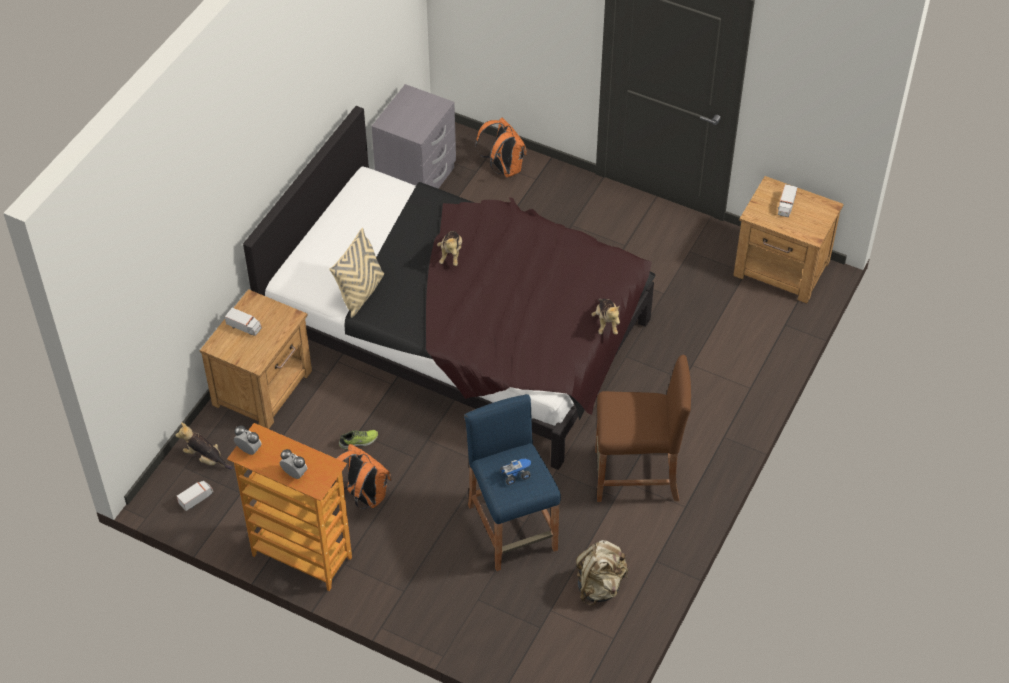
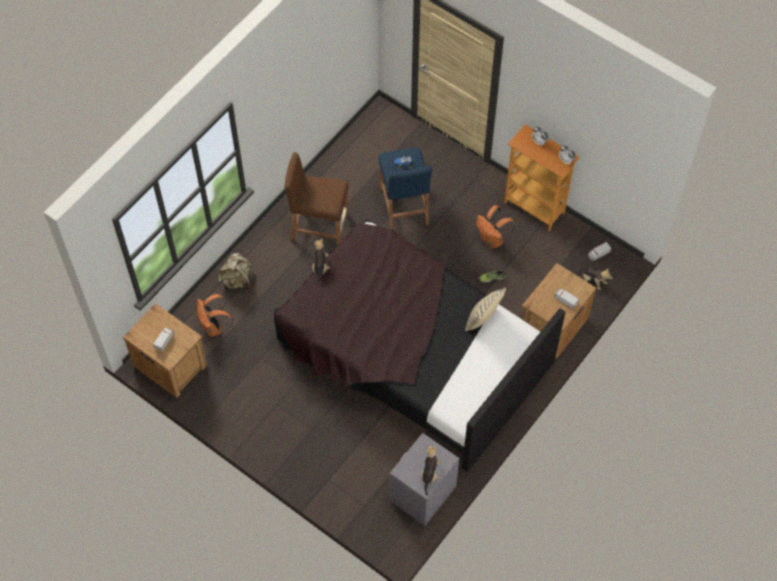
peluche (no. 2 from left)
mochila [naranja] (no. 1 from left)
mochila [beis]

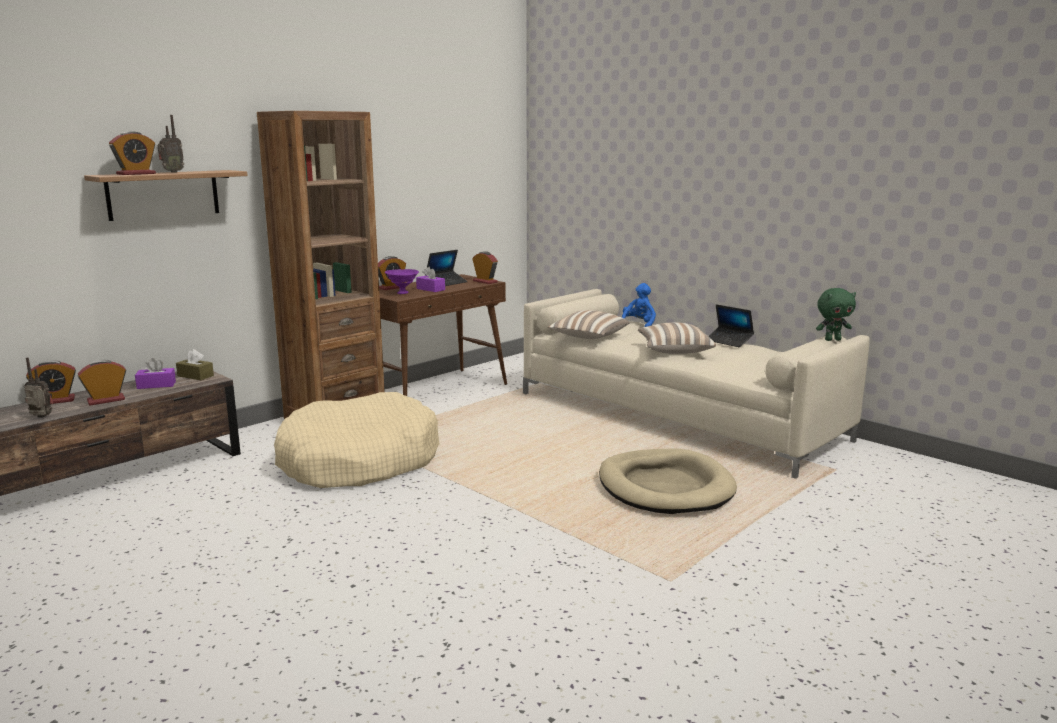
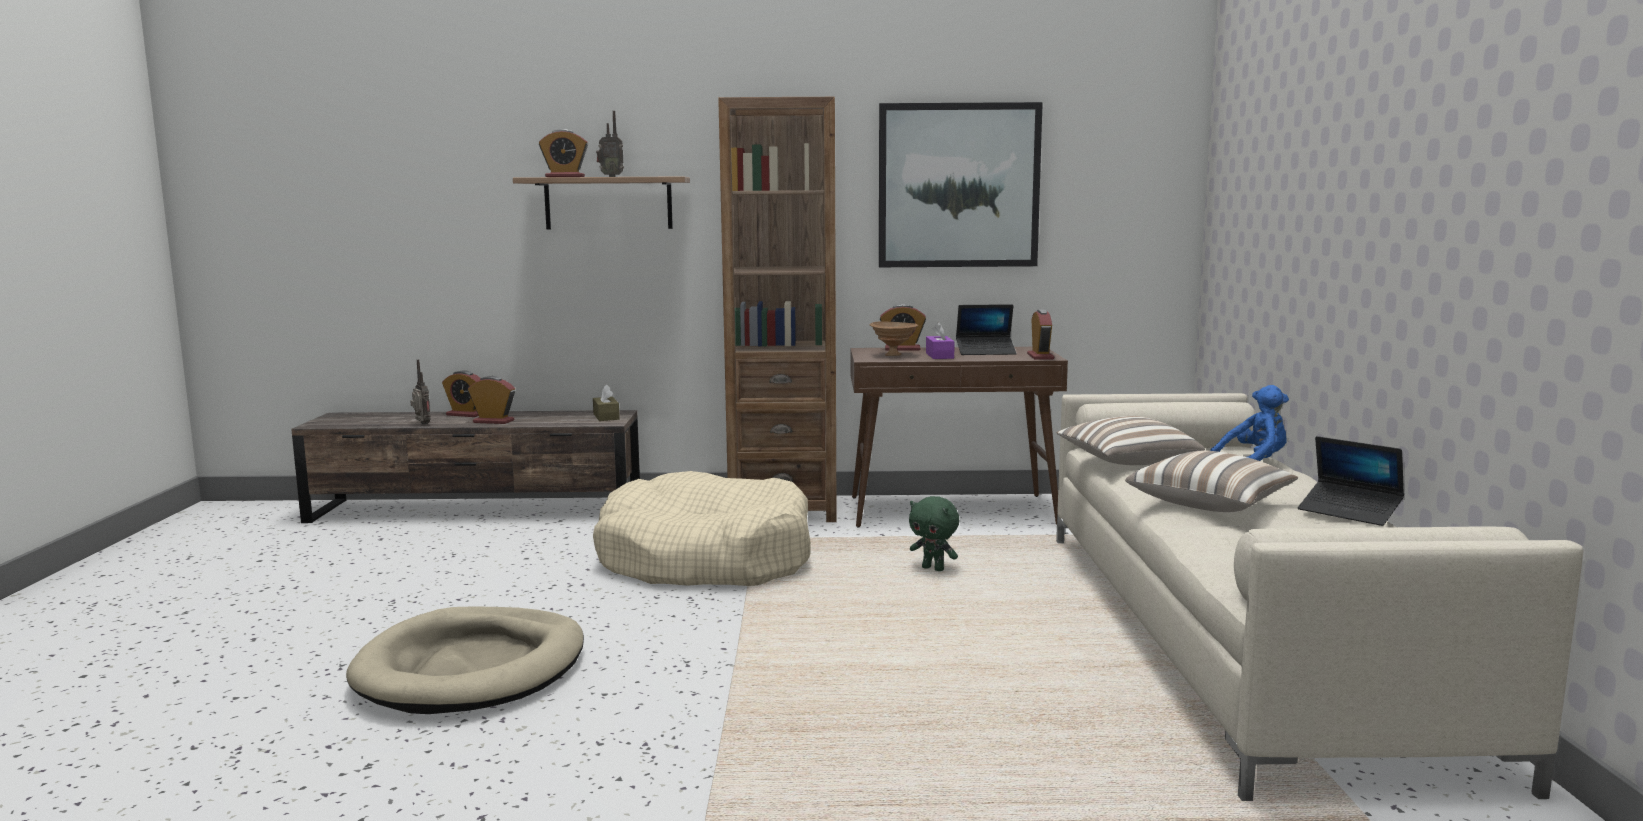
caja de pañuelos [morado] (no. 1 from left in the first image)
cuadro
cama para perro [beis] (no. 1 from left)
peluche [verde]
cuenco [marrón]
portátil (no. 2 from left)

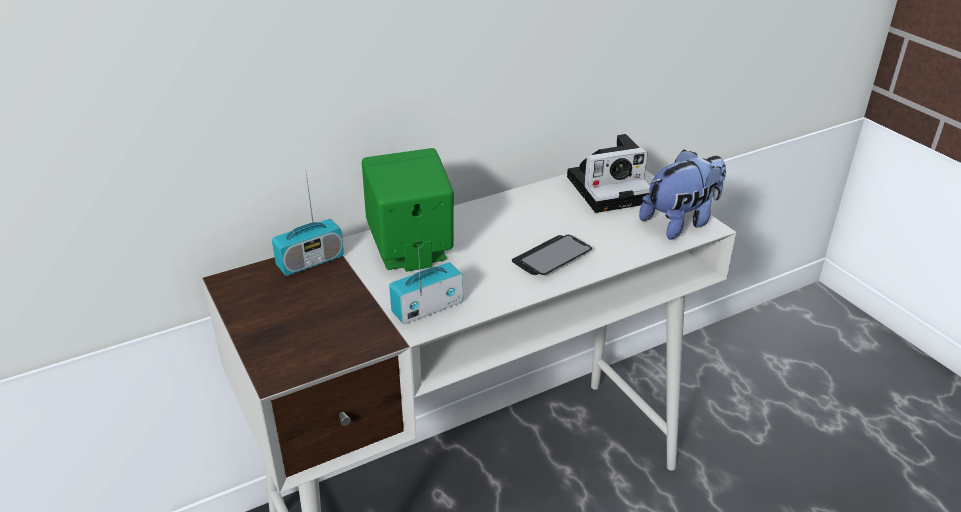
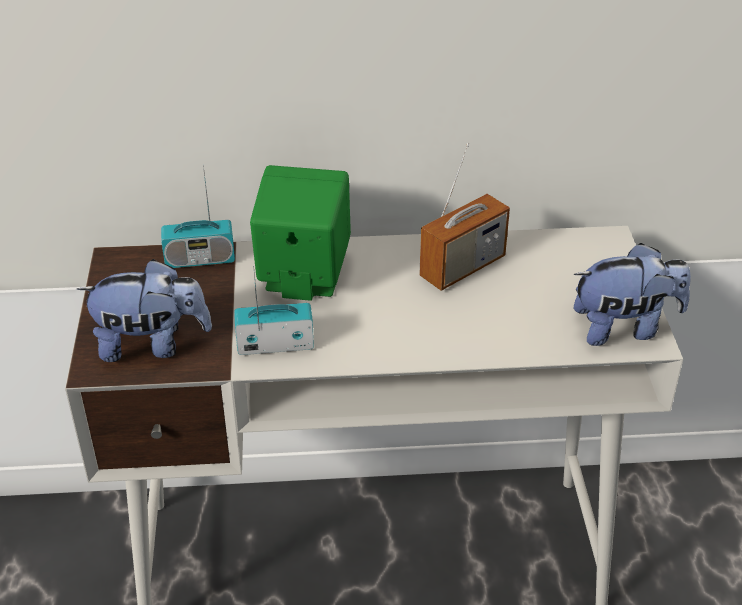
móvil
cámara
peluche (no. 1 from left)
radio (no. 3 from left)

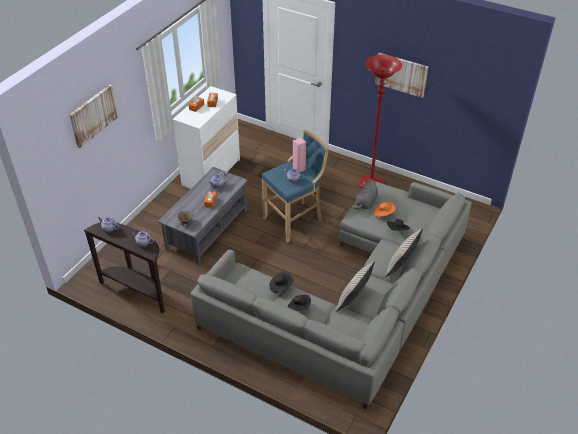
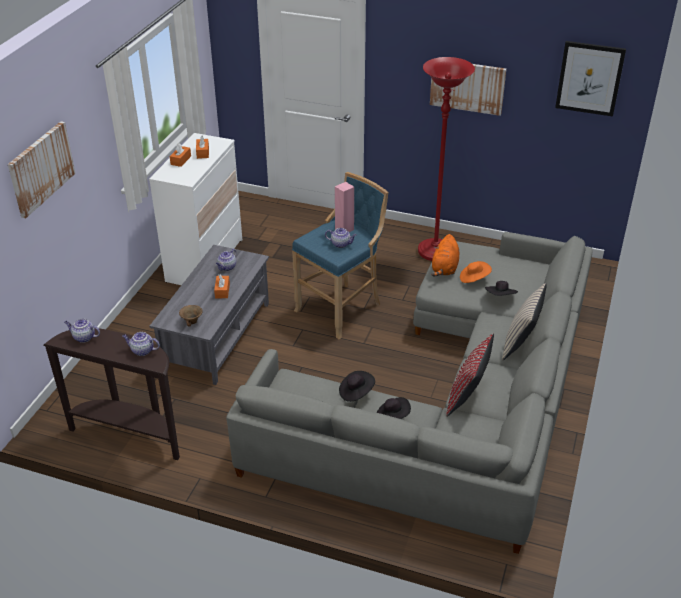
cuadro (no. 3 from left)
cojín [rojo]
peluche [naranja]

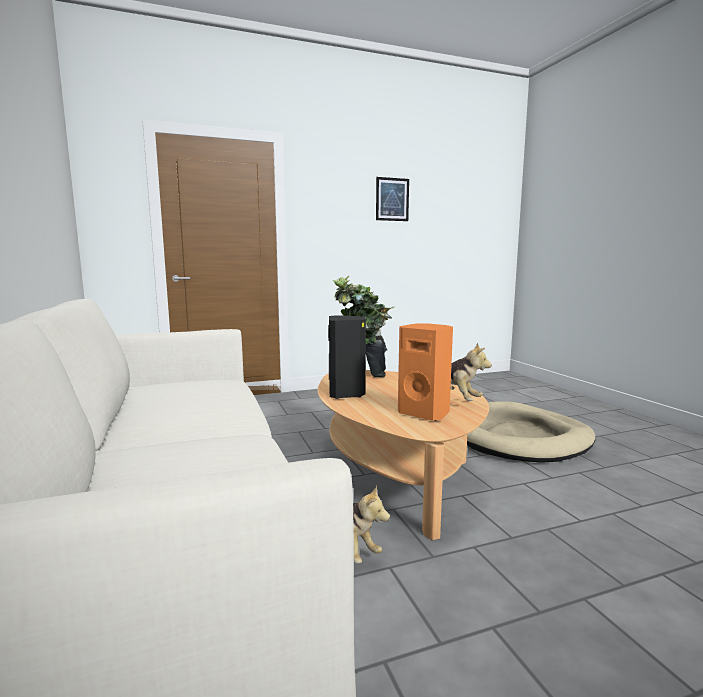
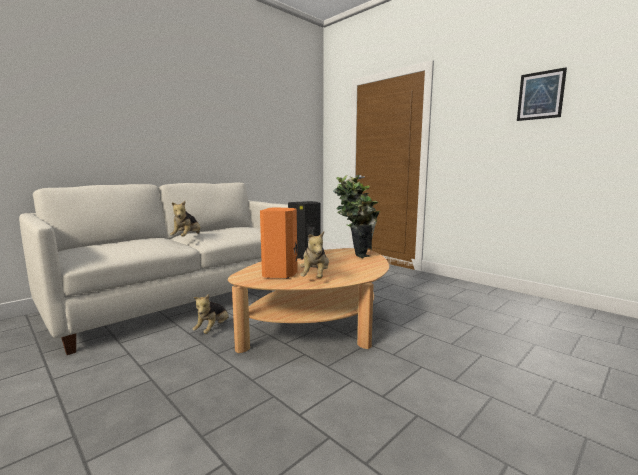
cama para perro [beis]
peluche (no. 1 from left)

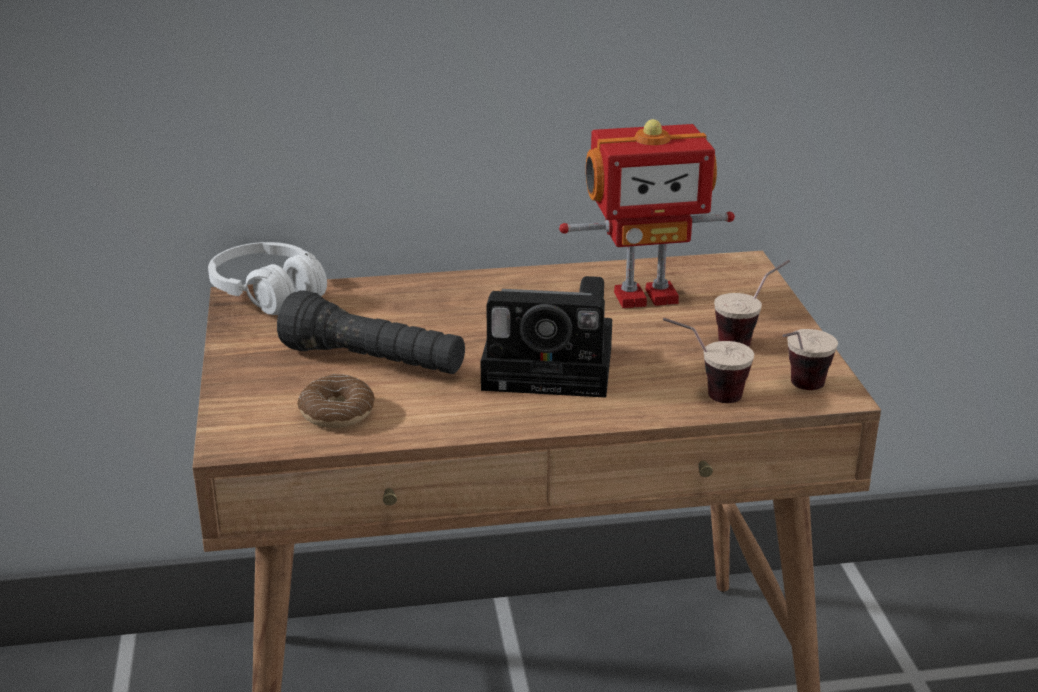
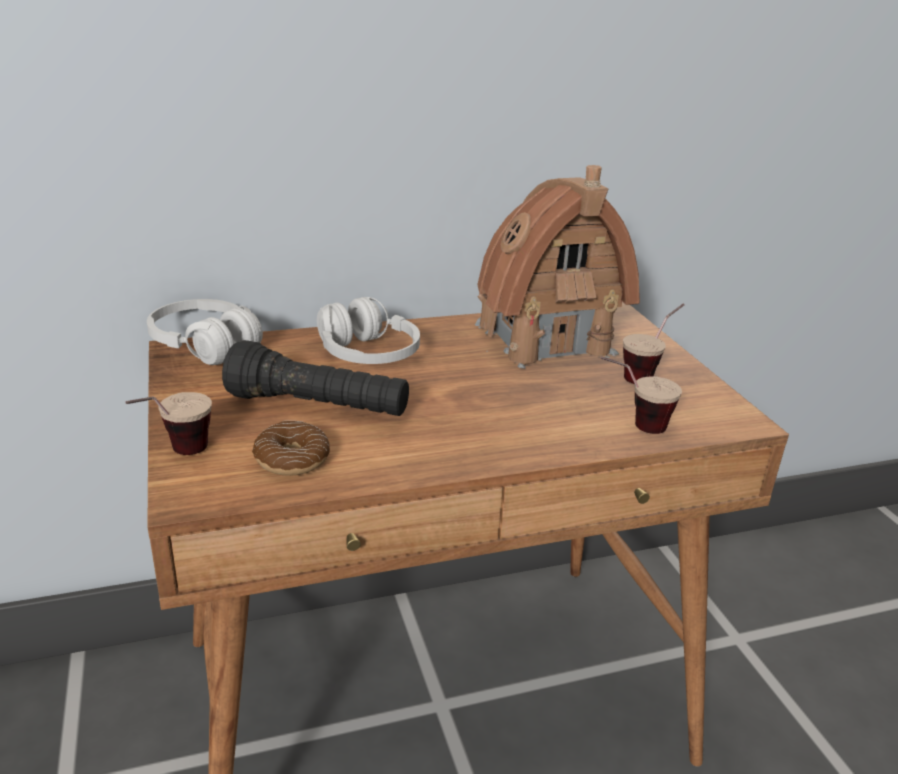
cámara
auriculares [blanco] (no. 2 from left)
taza (no. 1 from left)
casita

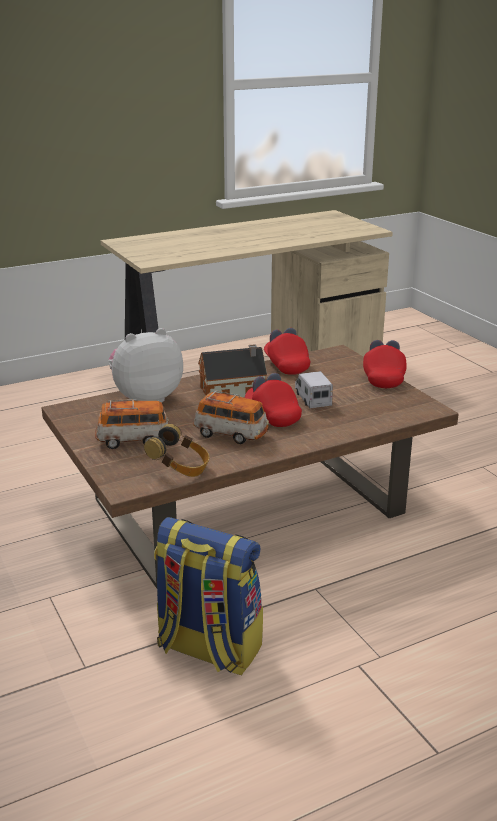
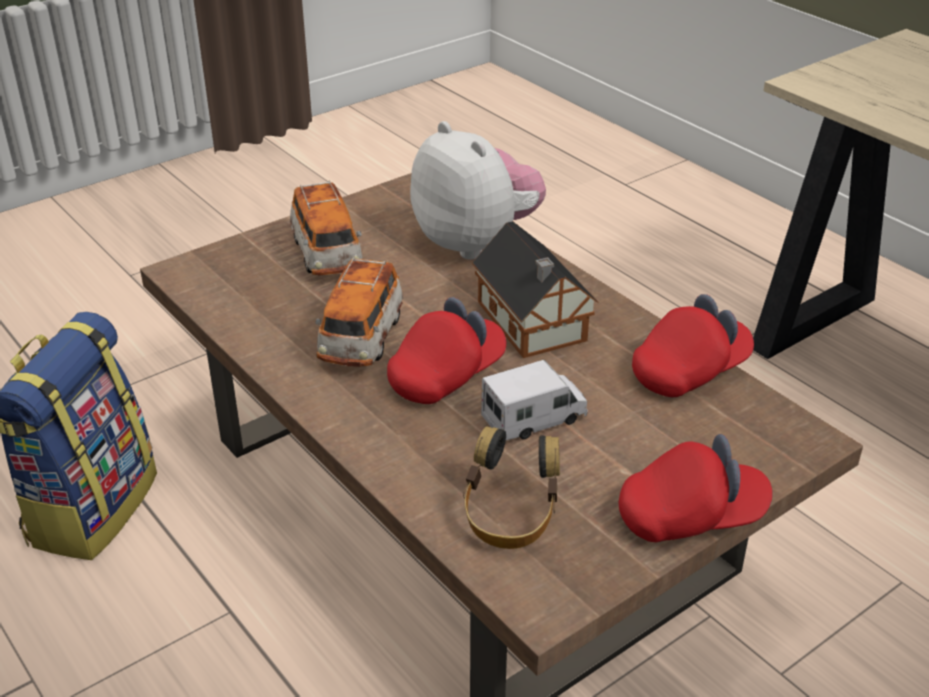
auriculares

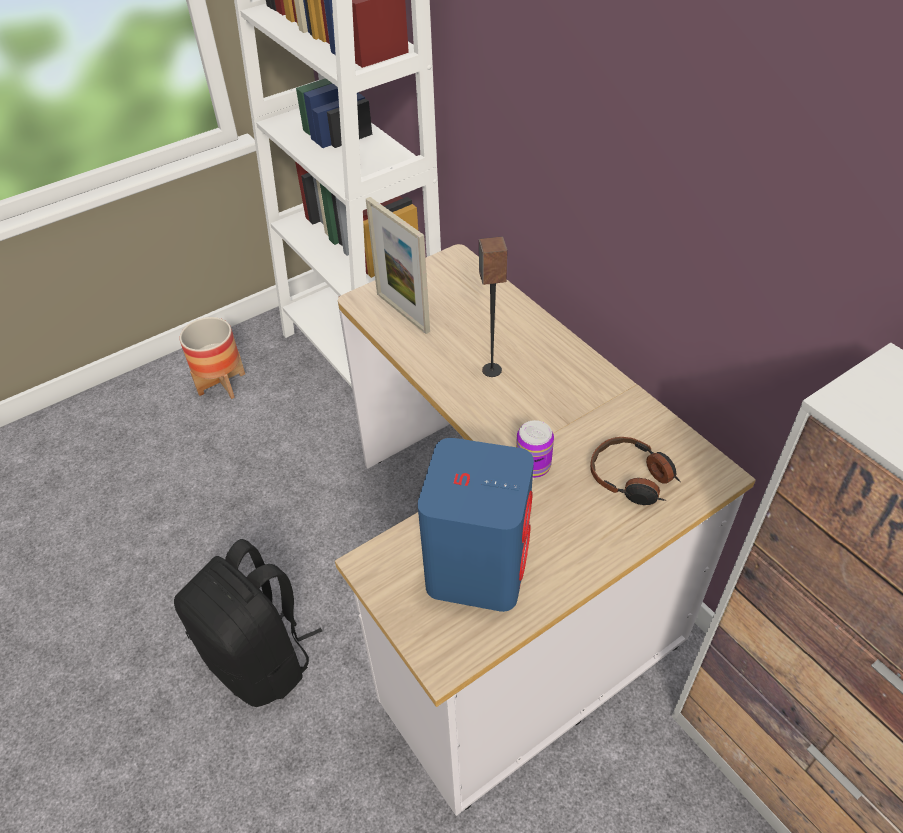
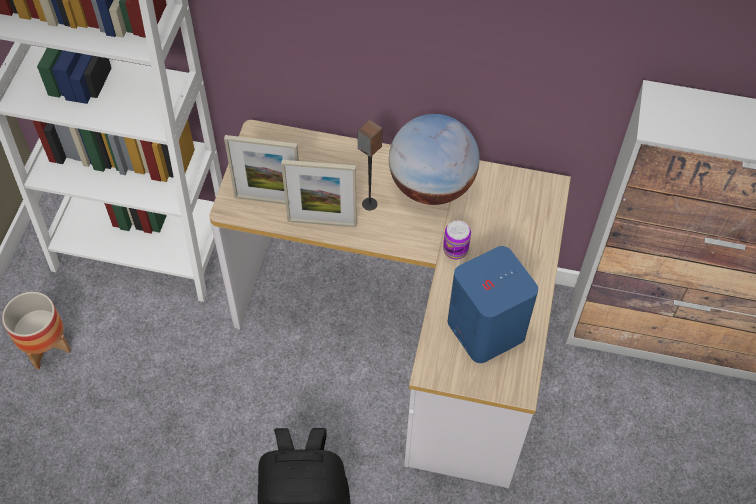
auriculares
portarretratos (no. 2 from left)
globo terráqueo

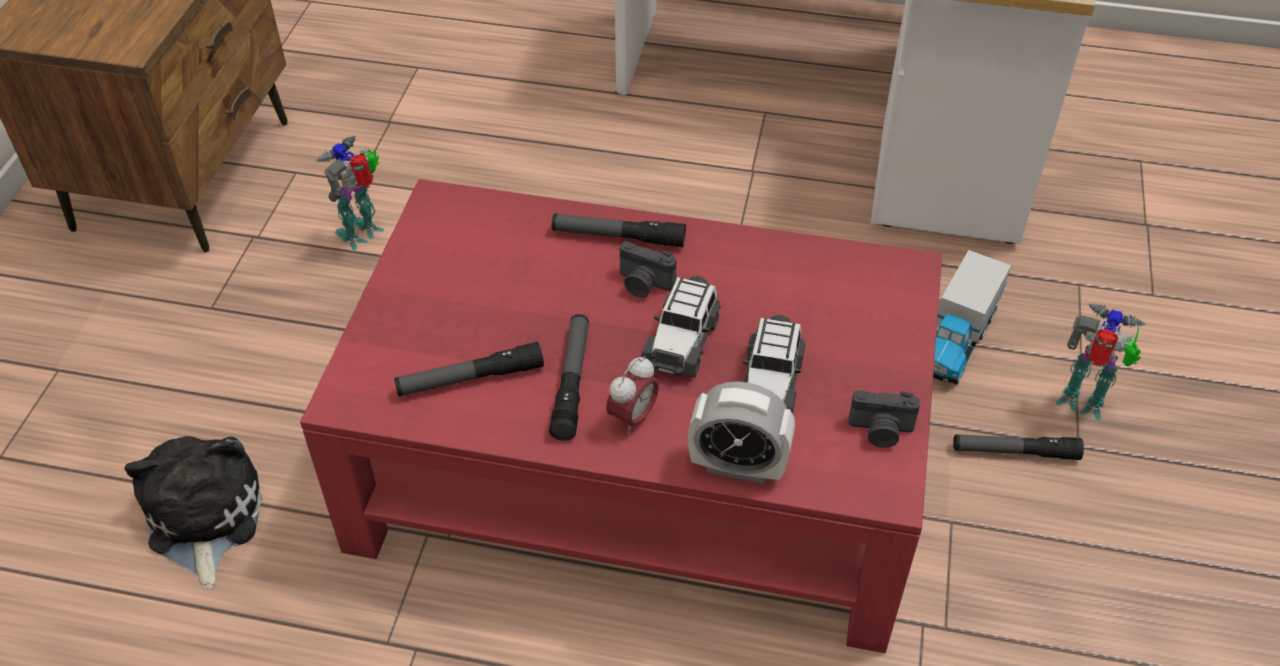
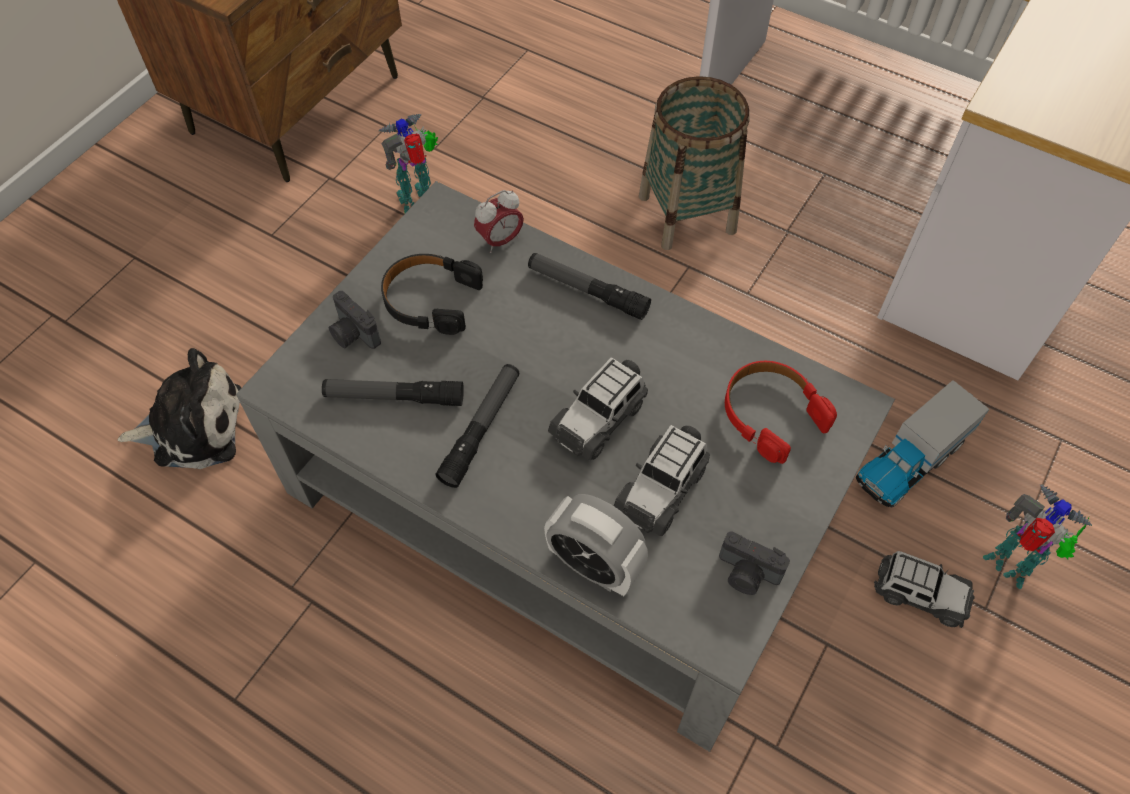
auriculares [negro]
cesta
auriculares [rojo]
despertador (no. 1 from left)
cámara (no. 1 from left)
coche de juguete (no. 3 from left)
mesa de centro [gris]
peluche

